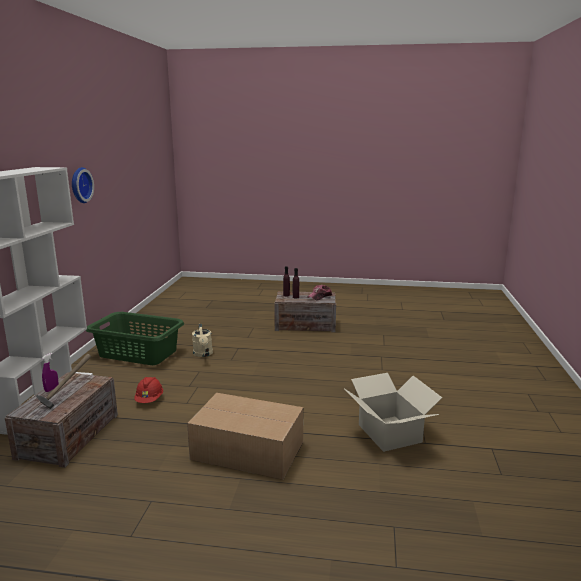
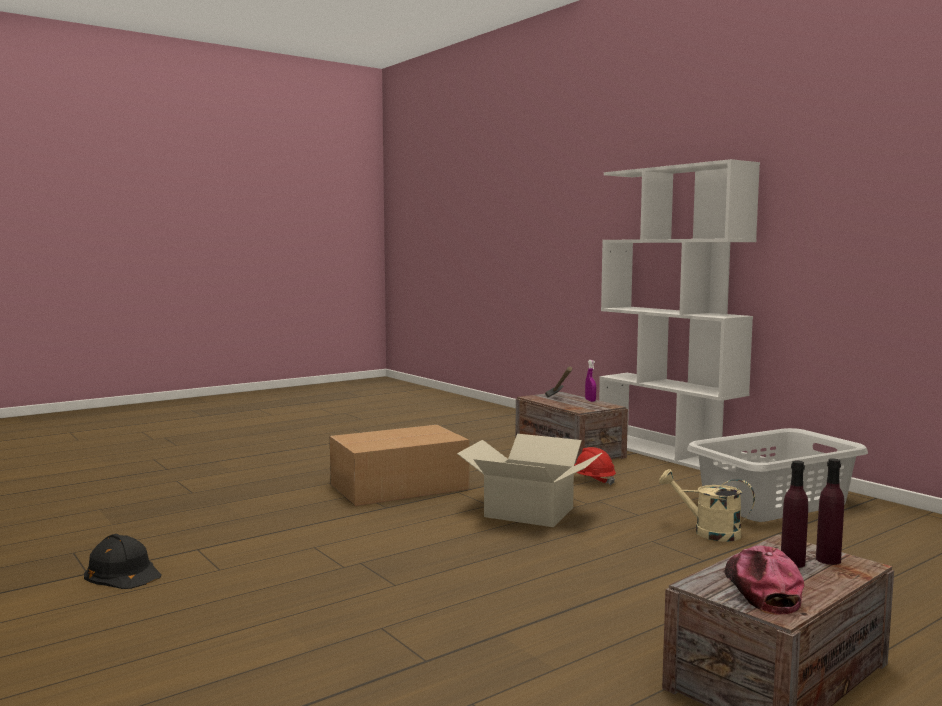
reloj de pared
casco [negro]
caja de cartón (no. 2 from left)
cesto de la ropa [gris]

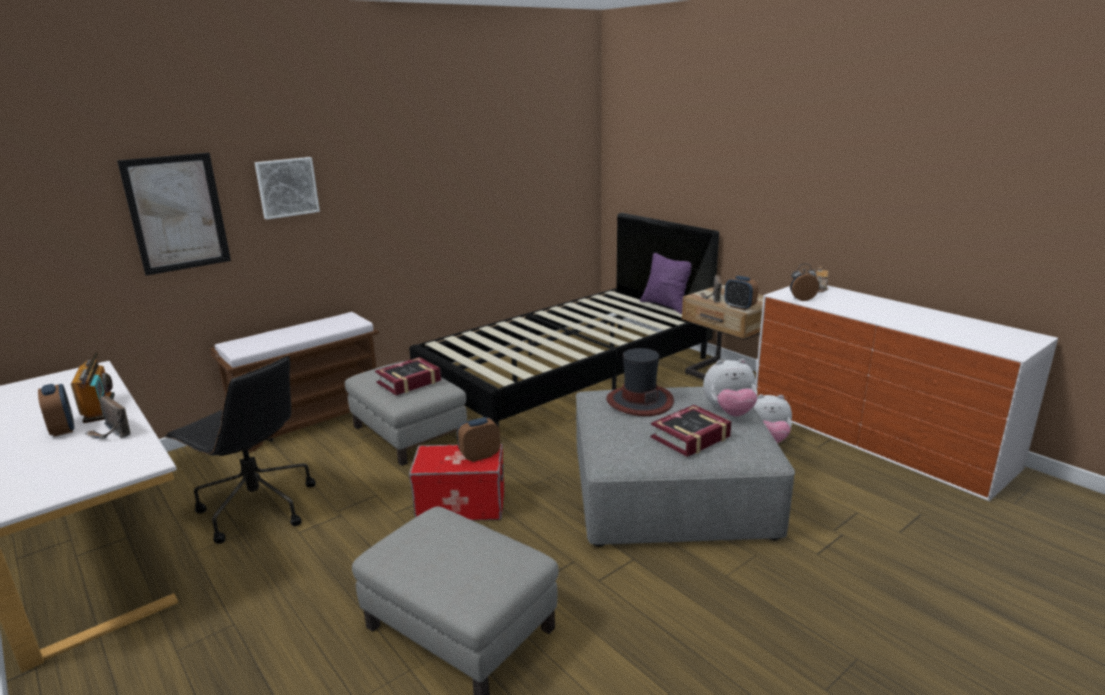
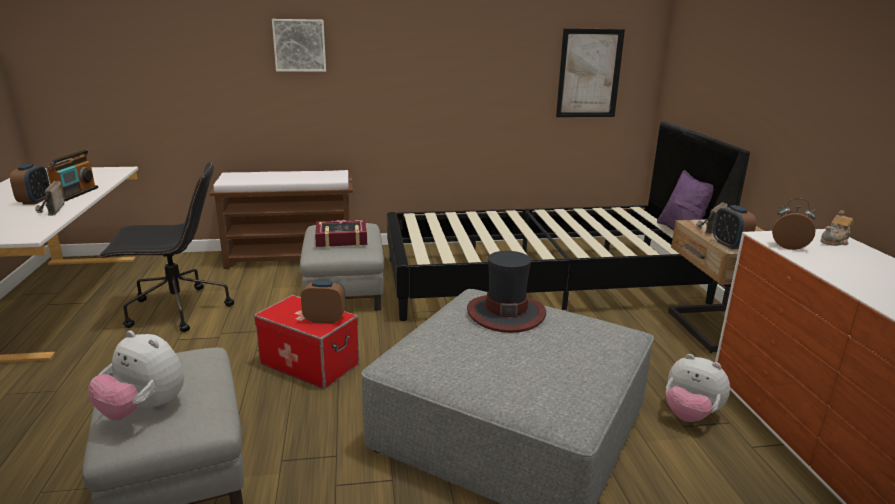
libro (no. 2 from left in the first image)
cuadro (no. 2 from left)
peluche (no. 1 from left)
silla de oficina [negro]

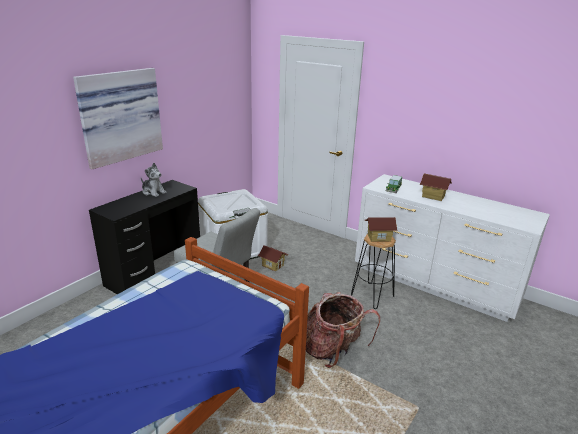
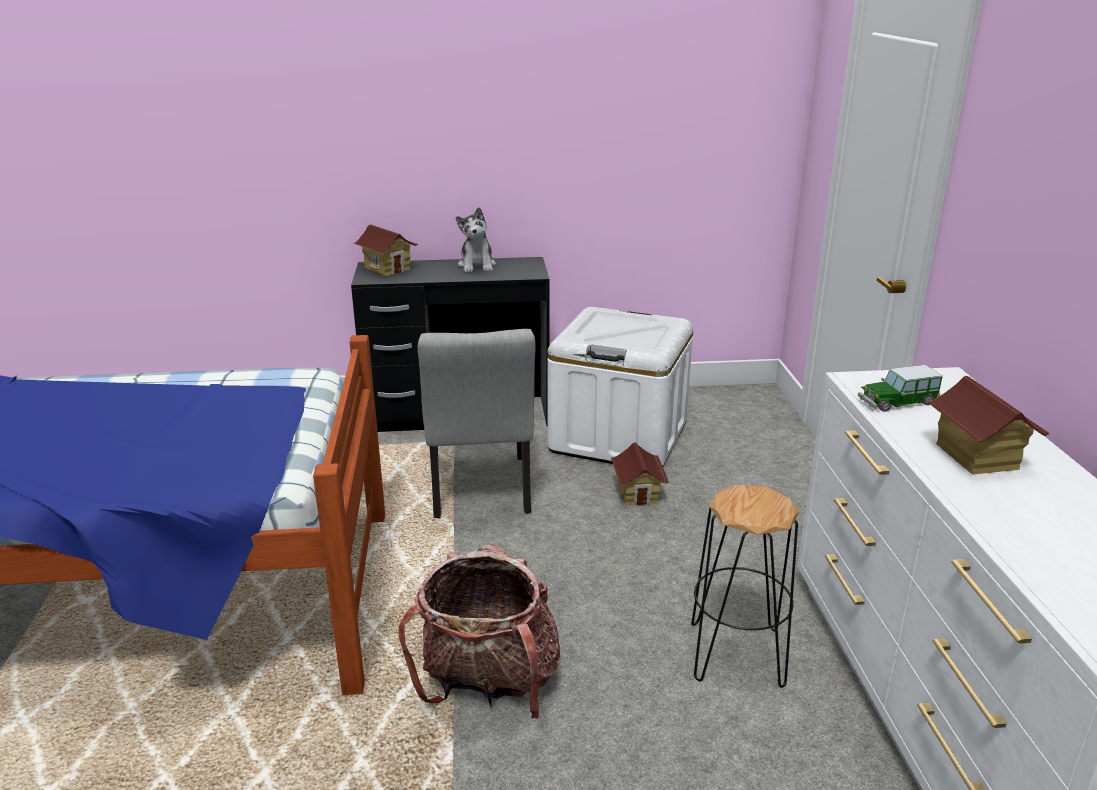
cuadro
casita (no. 1 from left)

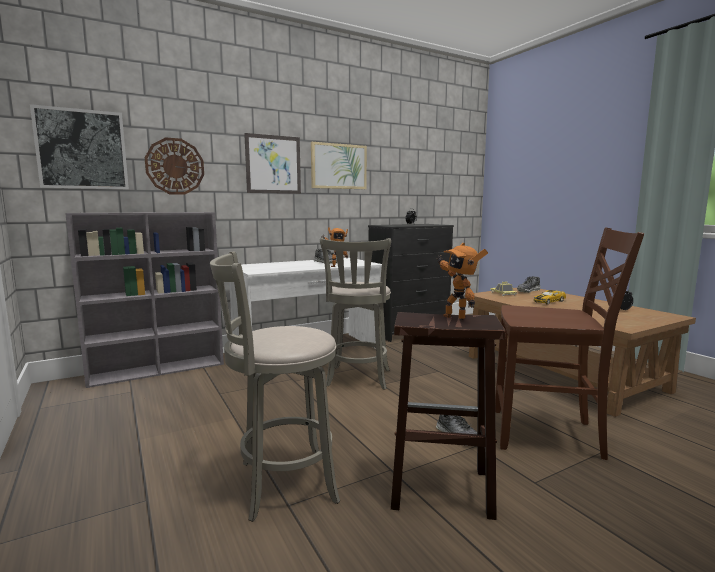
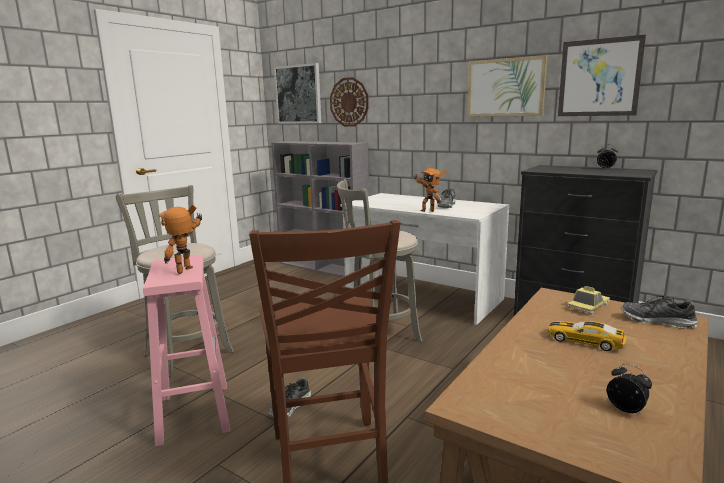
cuadro (no. 3 from left)
taburete [rosa]

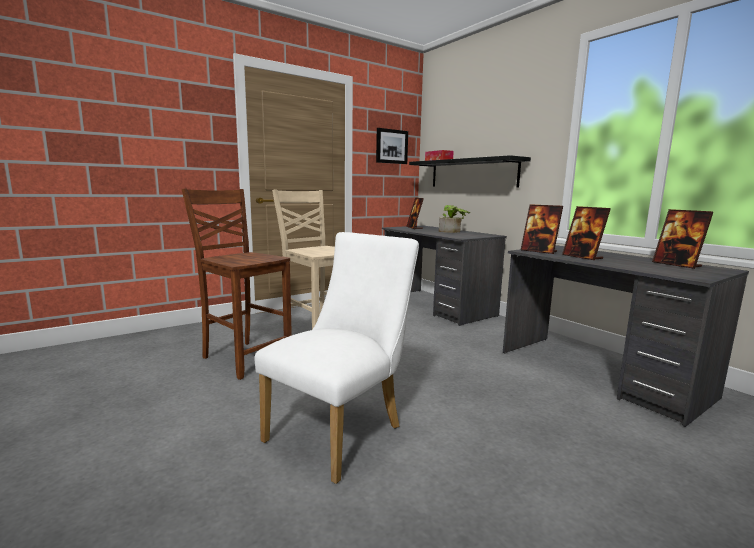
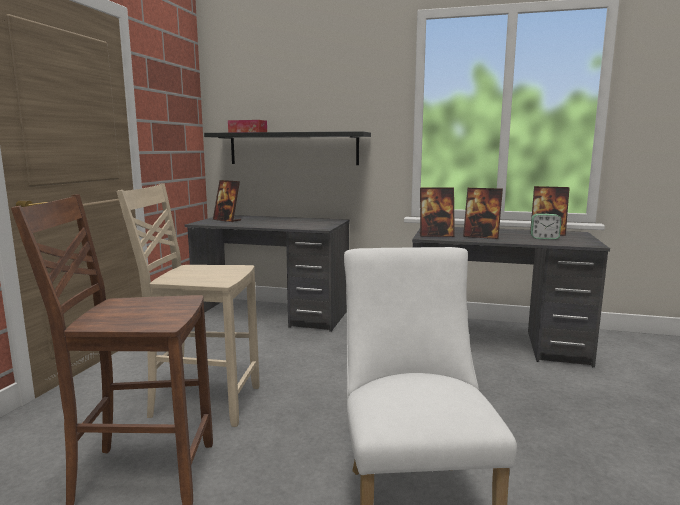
cuadro
planta en maceta
despertador

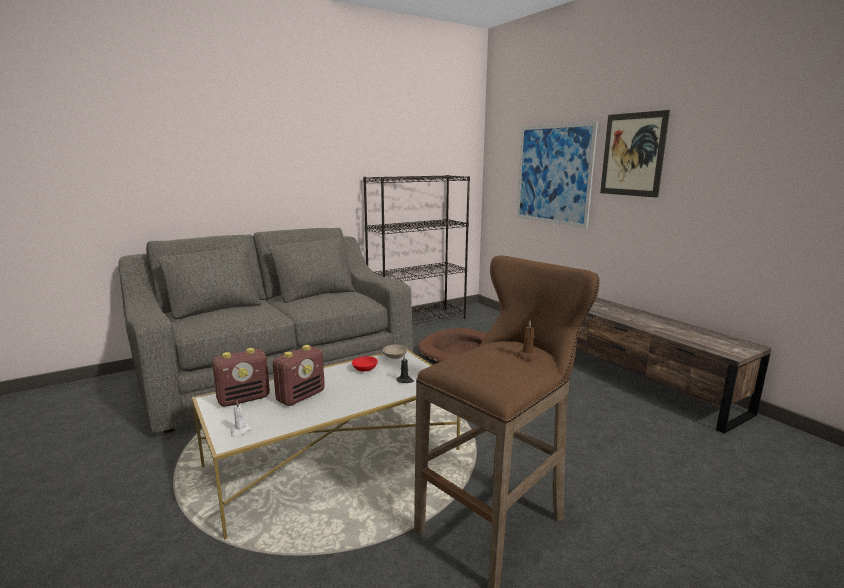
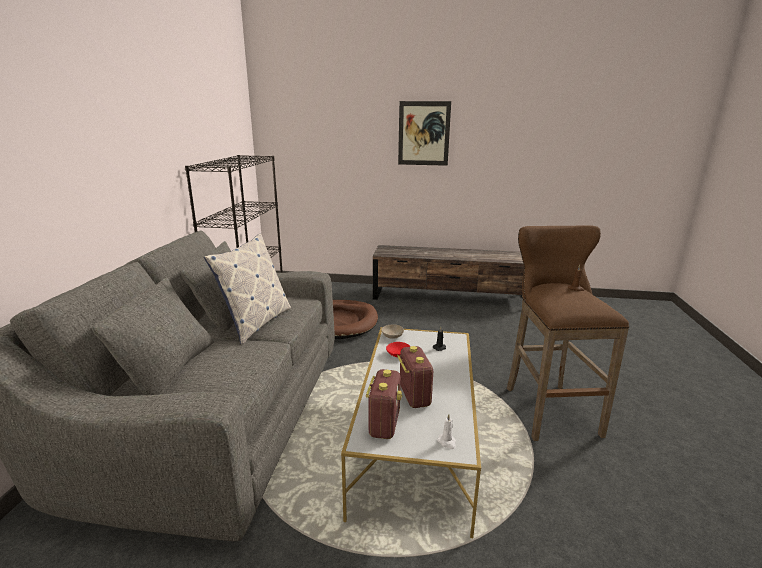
cuadro (no. 1 from left in the first image)
cojín

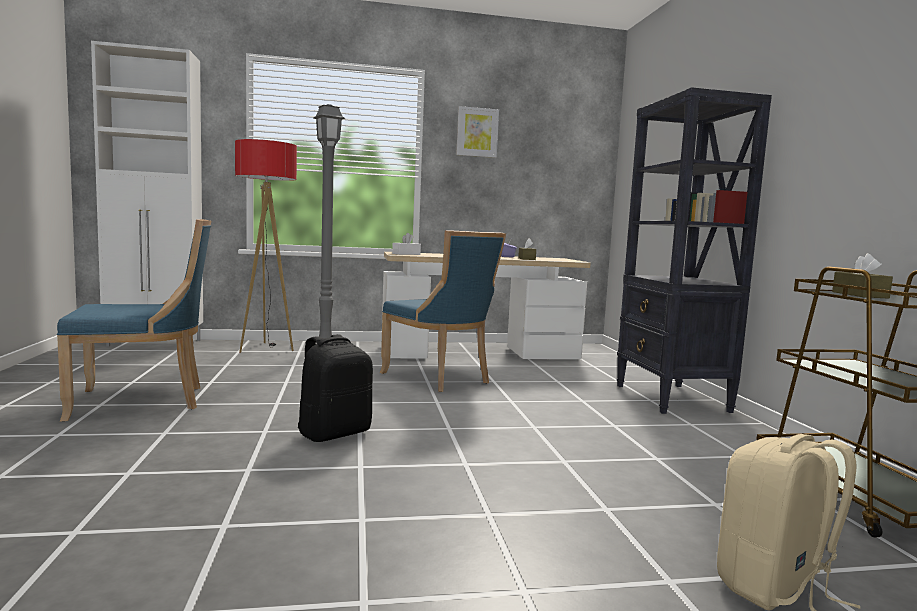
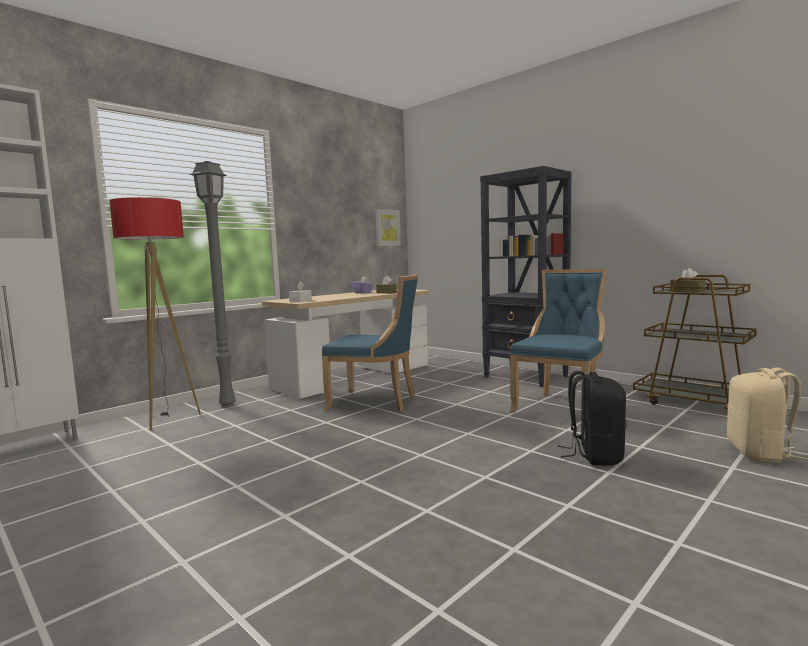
silla [azul] (no. 2 from left)
mochila [negro]
cuadro

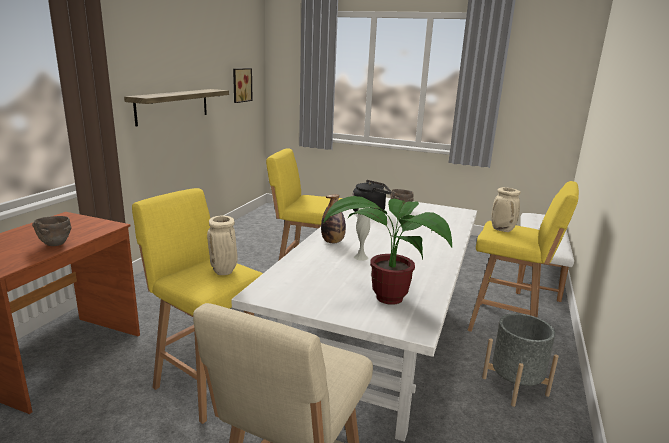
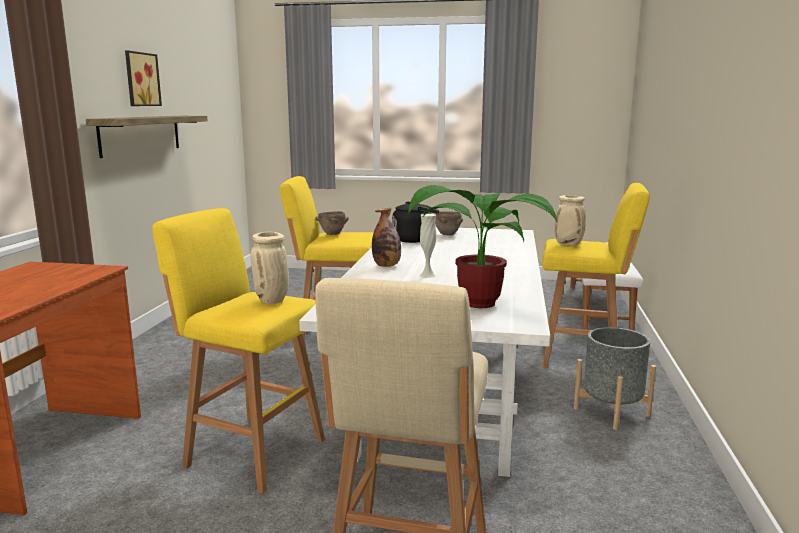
cuenco [marrón] (no. 1 from left)
cuadro

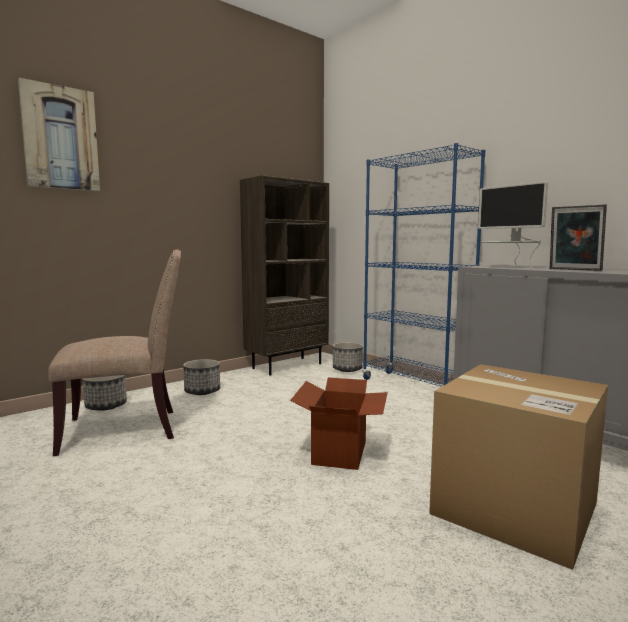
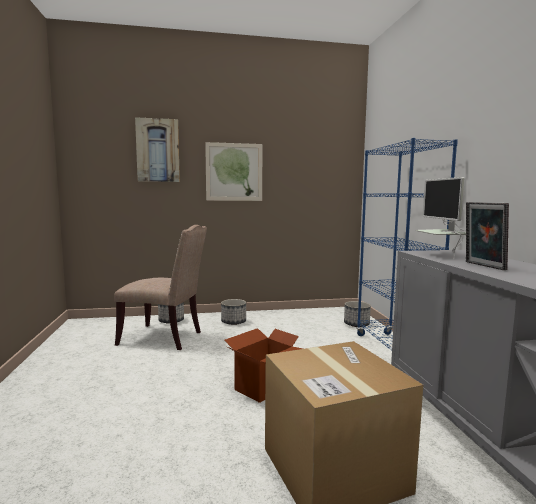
estantería [marrón]
cuadro (no. 2 from left)

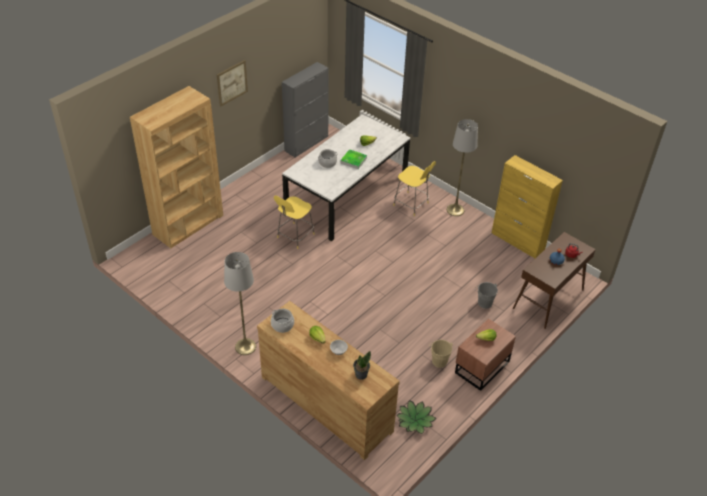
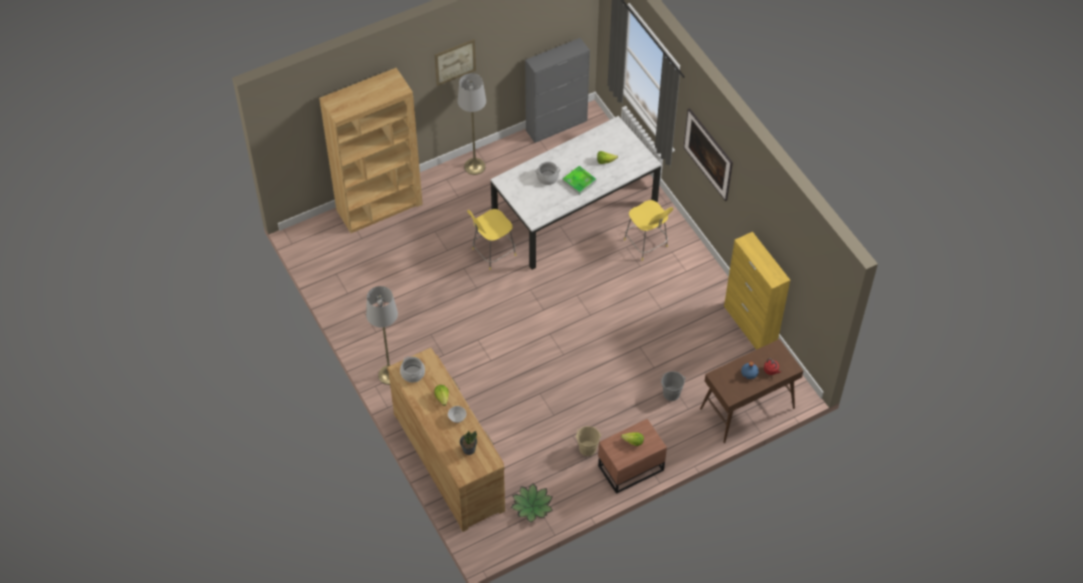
cuadro (no. 2 from left)
lámpara de pie [gris] (no. 2 from left)

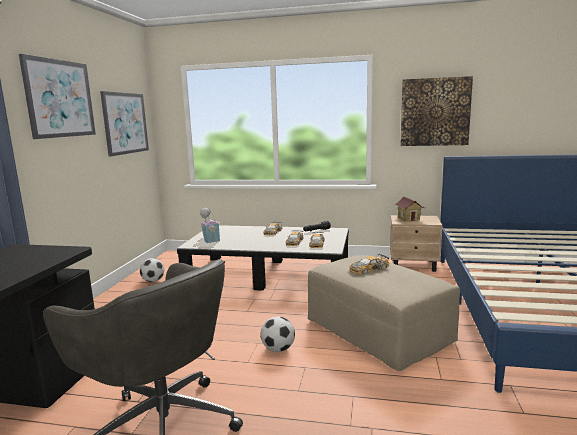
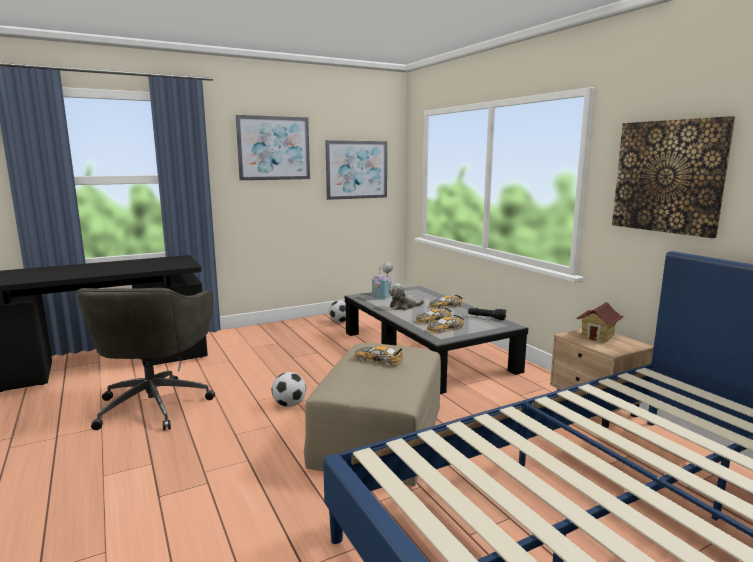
peluche

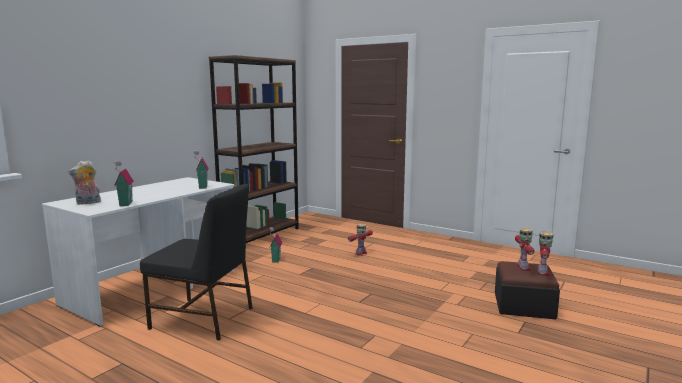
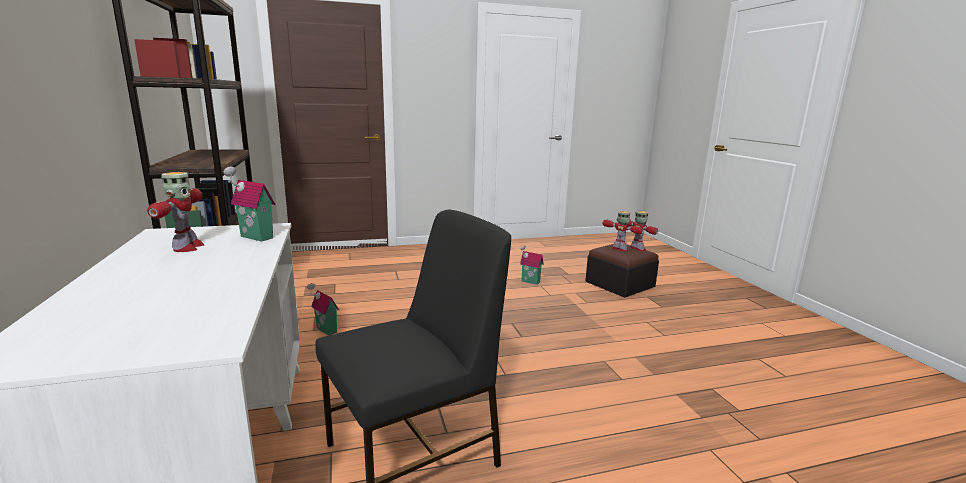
peluche
casita (no. 3 from left)
robot de juguete (no. 1 from left)

